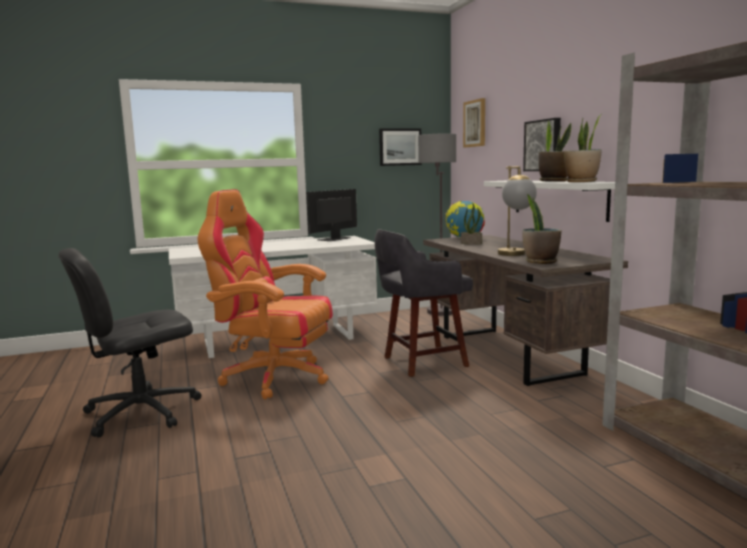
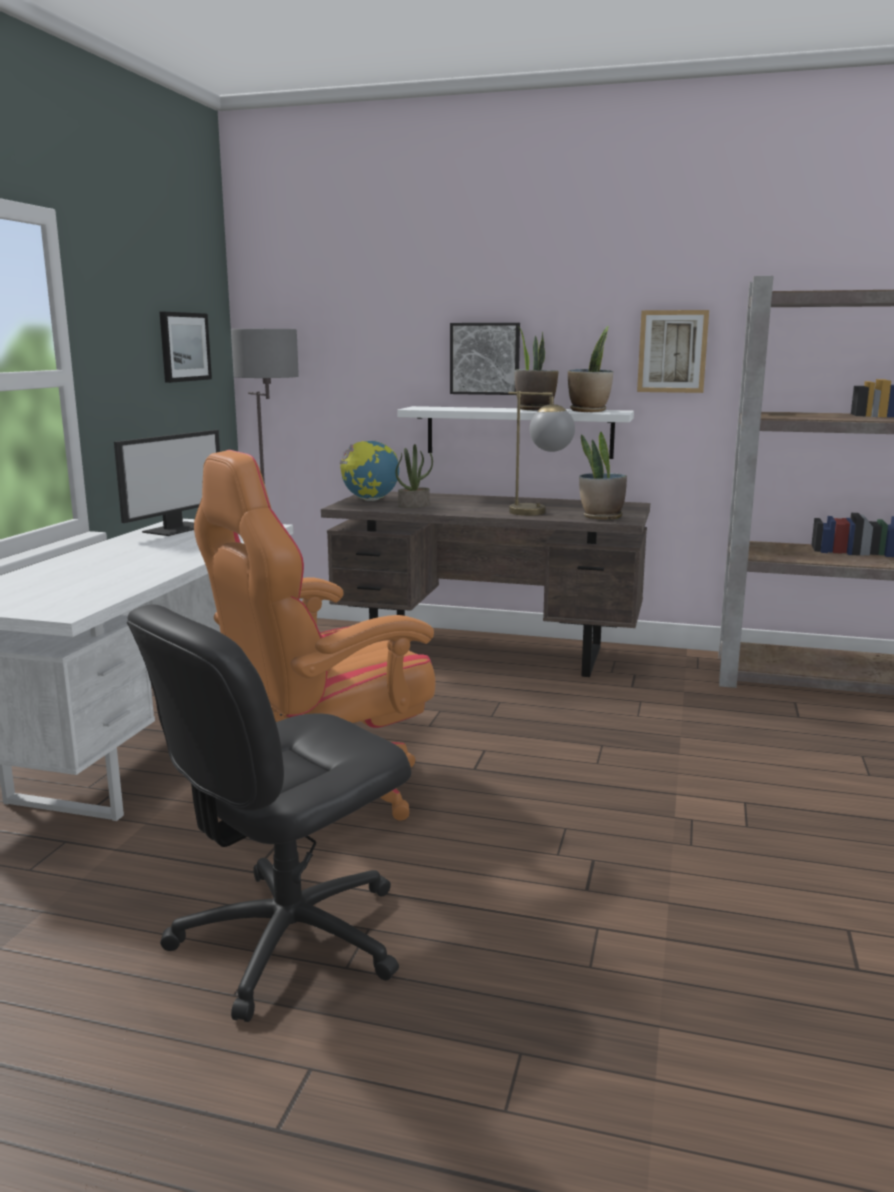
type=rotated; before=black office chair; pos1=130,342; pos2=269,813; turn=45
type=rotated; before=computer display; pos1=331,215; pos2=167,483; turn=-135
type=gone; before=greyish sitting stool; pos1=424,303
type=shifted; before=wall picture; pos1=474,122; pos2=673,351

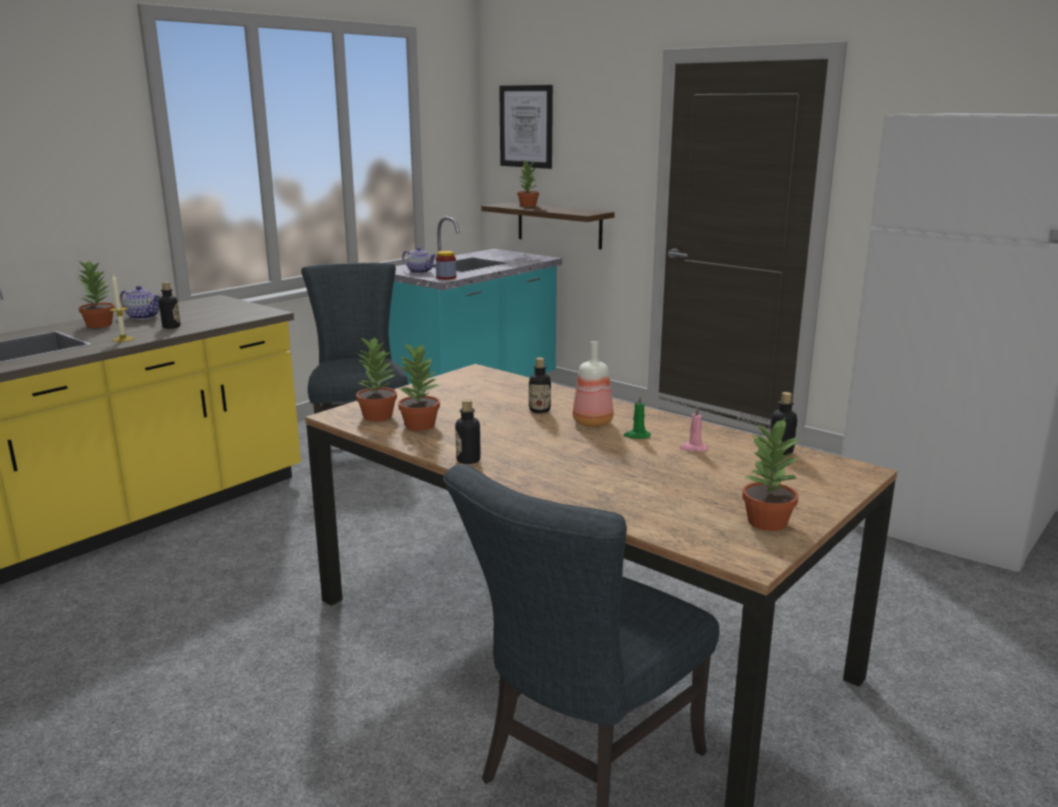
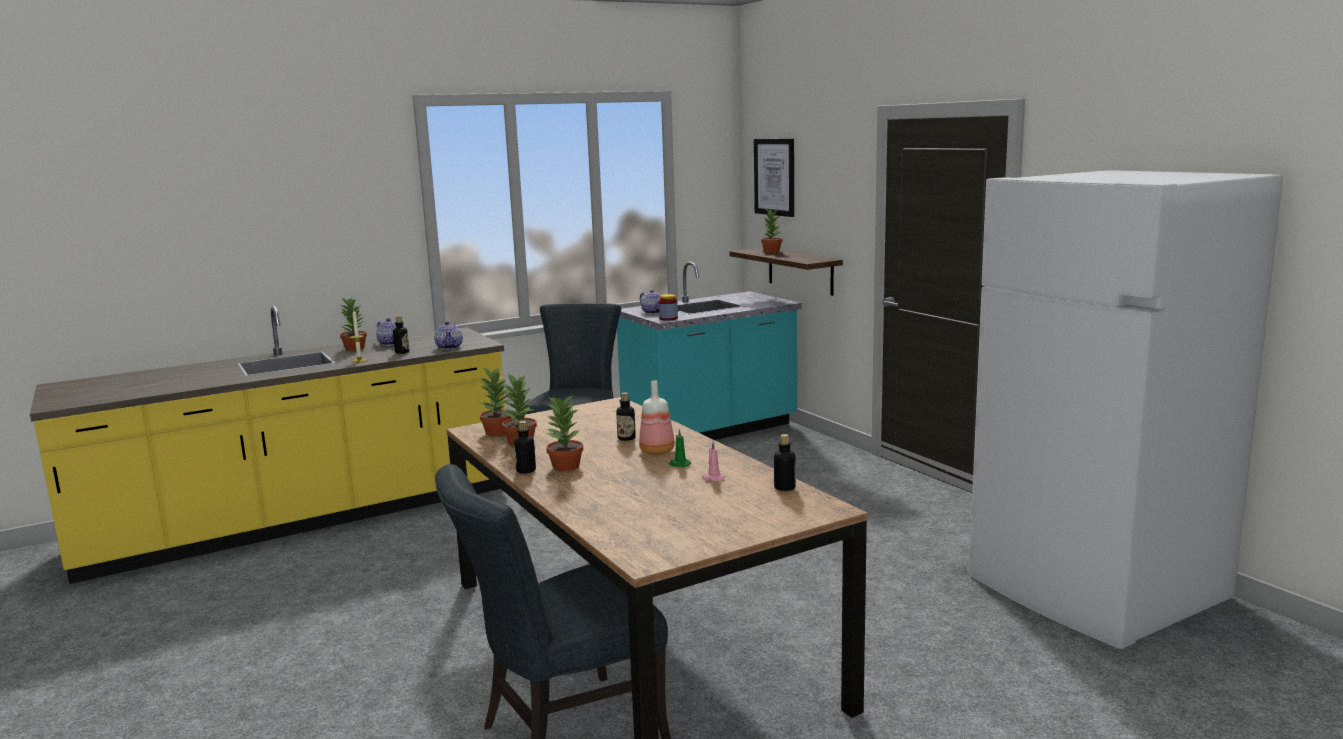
type=shifted; before=houseplant; pos1=770,474; pos2=564,433
type=new; after=tea pot; pos2=448,335

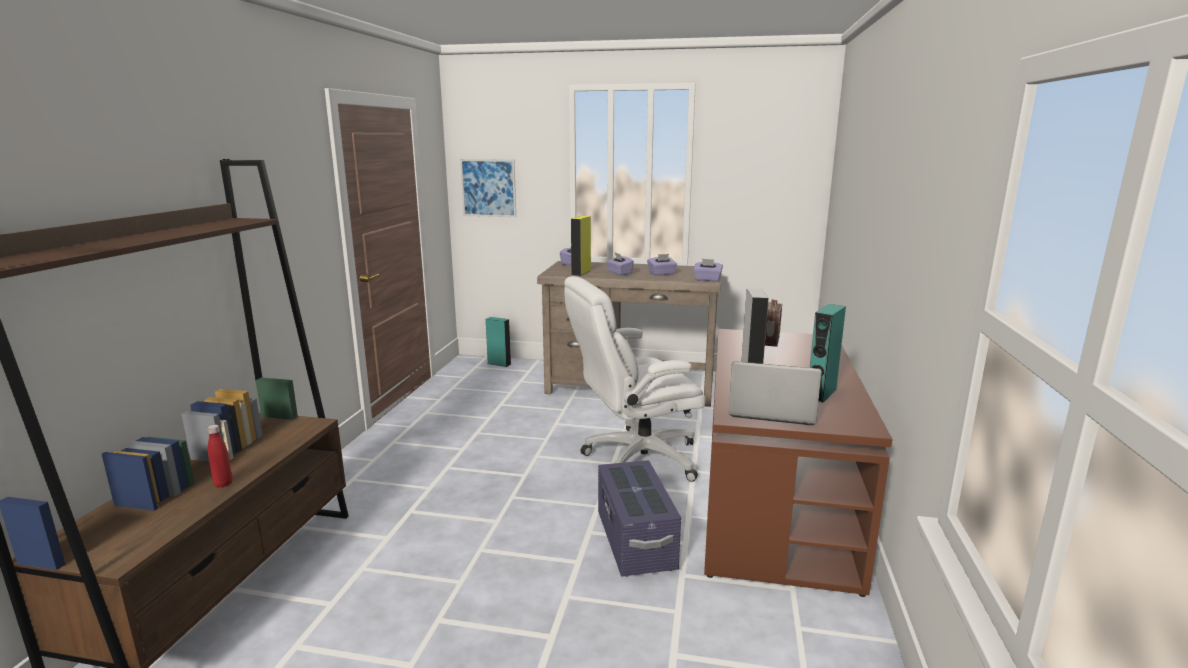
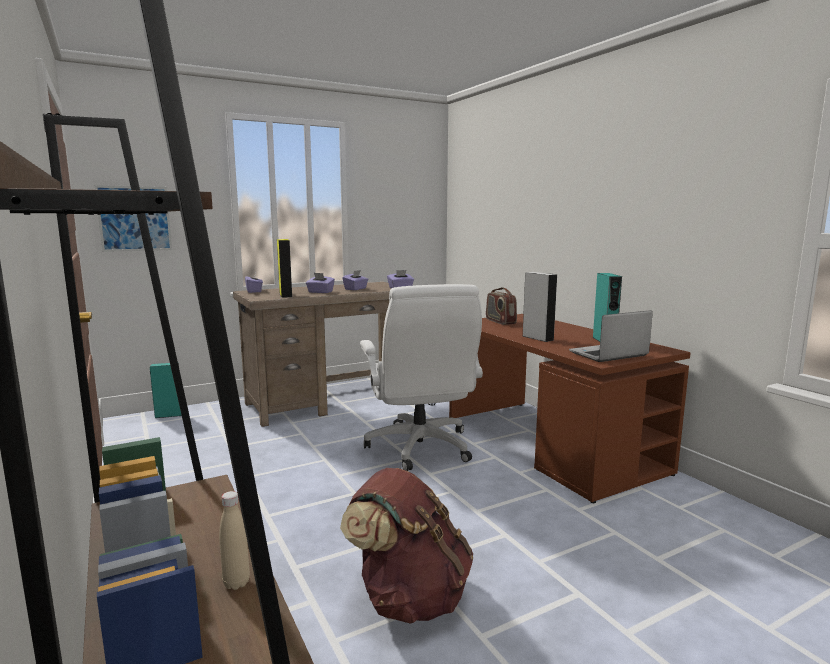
type=repainted; before=red-coloured beverage bottle; after=sand-coloured beverage bottle; pos1=220,456; pos2=234,540
type=rotated; before=white-coloured office chair; pos1=635,379; pos2=421,377; turn=-45
type=gone; before=purplish storage container; pos1=639,518
type=new; after=brown-coloured knapsack; pos2=406,546

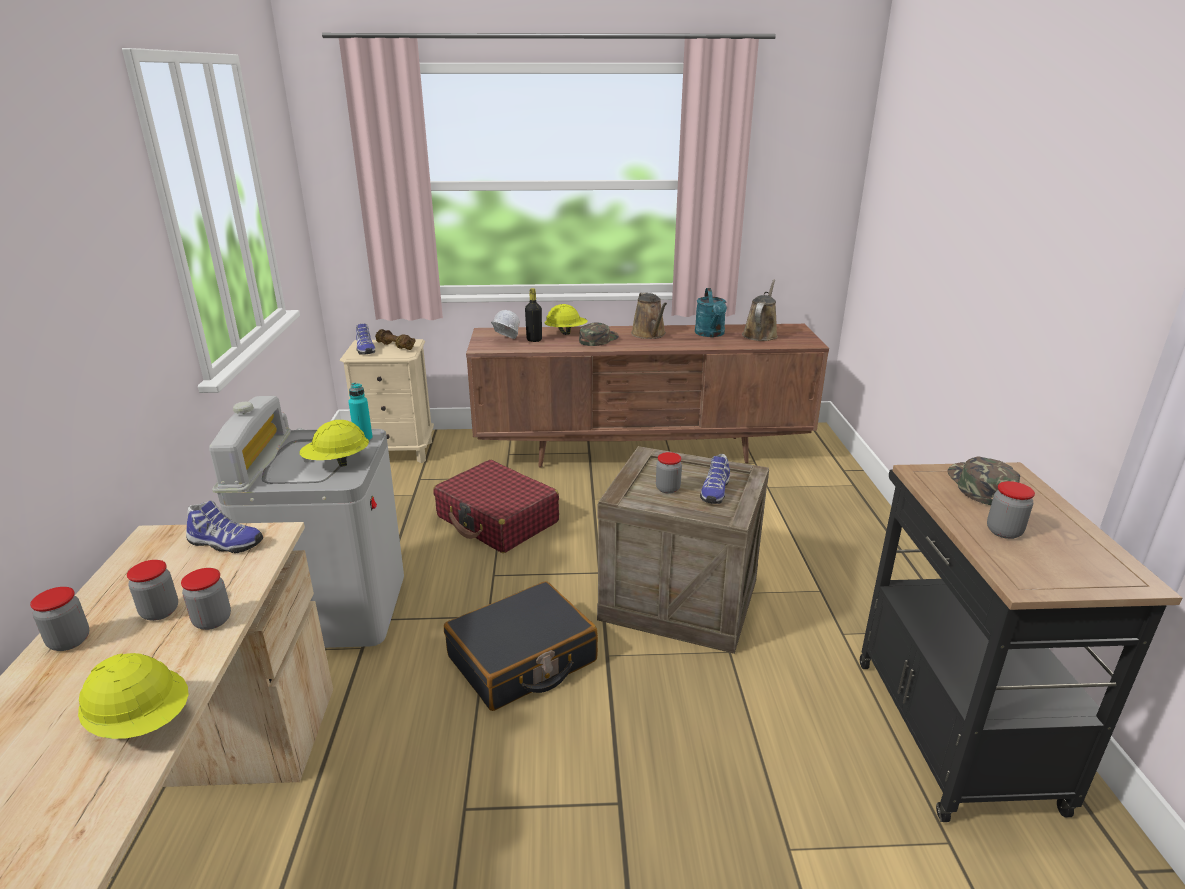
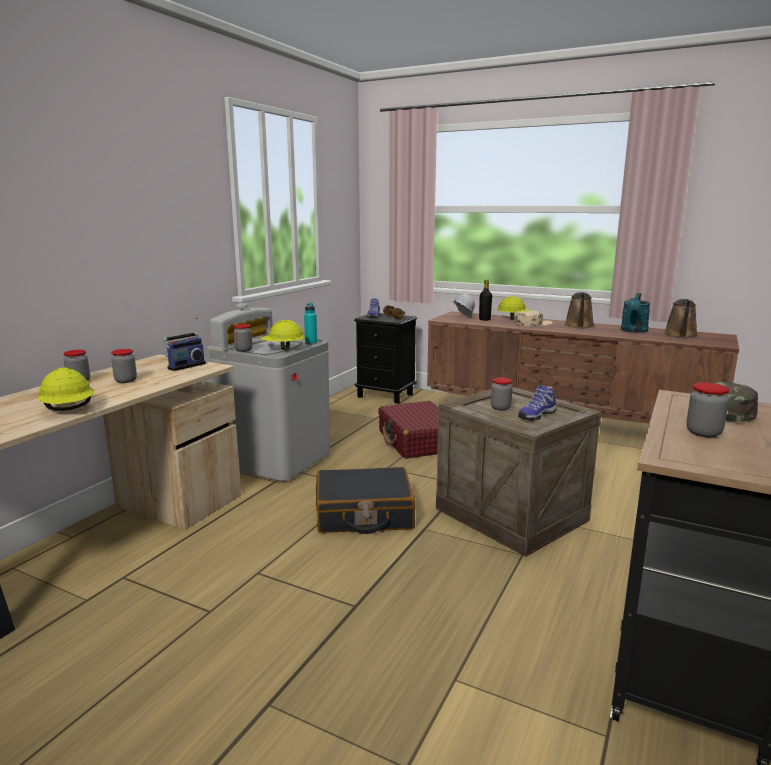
type=shifted; before=preserve jar; pos1=206,599; pos2=242,338
type=swapped; before=shoe; after=radio receiver; pos1=224,527; pos2=184,344
type=repainted; before=sand-coloured nightstand; after=black nightstand; pos1=387,401; pos2=385,358
type=repainted; before=green baseball cap; after=sand-coloured baseball cap; pos1=599,334; pos2=534,318
type=rotated; before=brown-coloured watering pot; pos1=760,310; pos2=681,318; turn=150

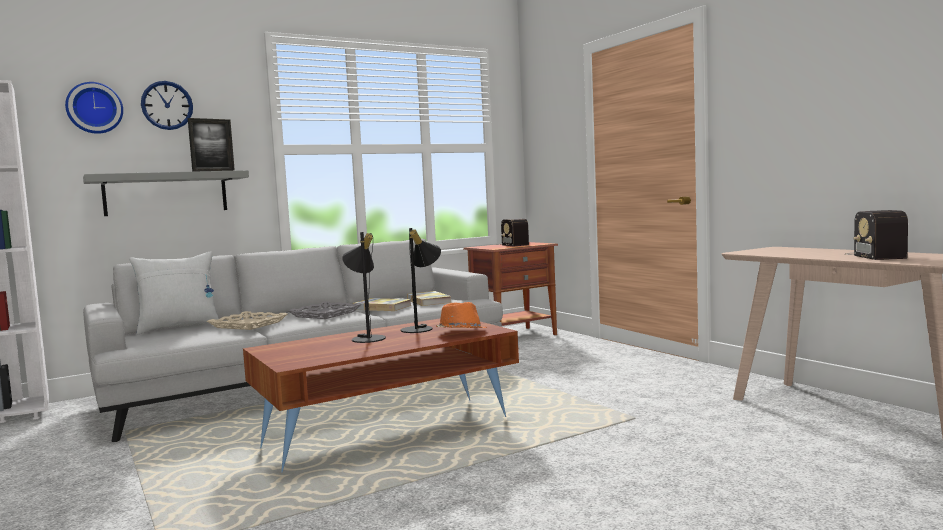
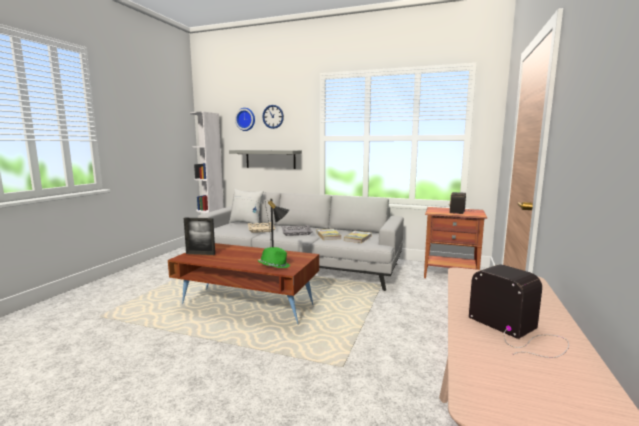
type=shifted; before=photo frame; pos1=211,145; pos2=199,236
type=gone; before=black table lamp; pos1=364,287
type=repainted; before=orangey hat; after=green hat; pos1=461,315; pos2=274,257
type=rotated; before=radio receiver; pos1=876,235; pos2=519,311; turn=90

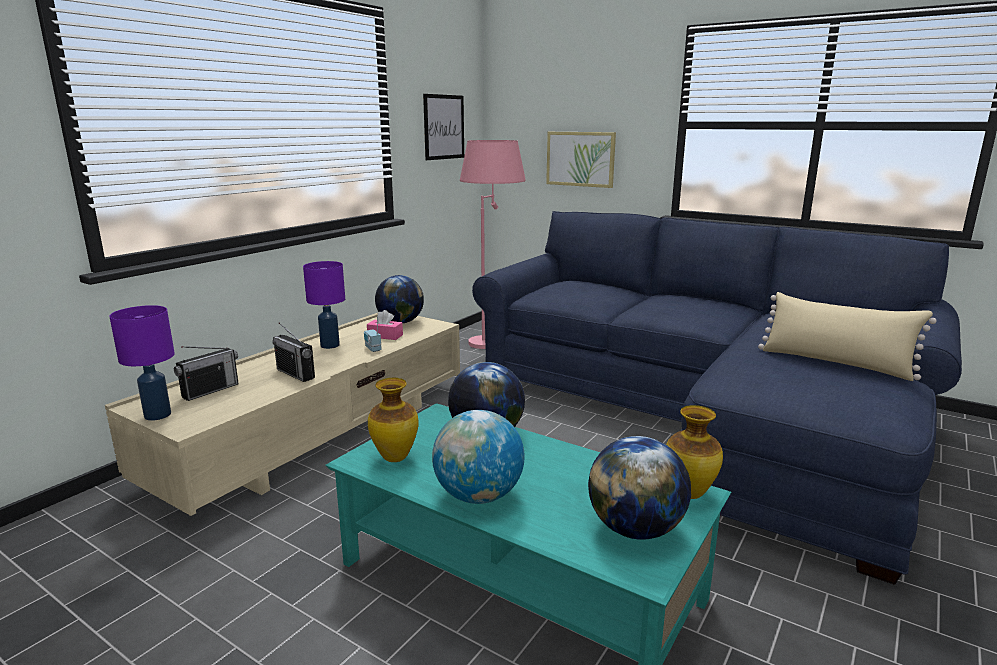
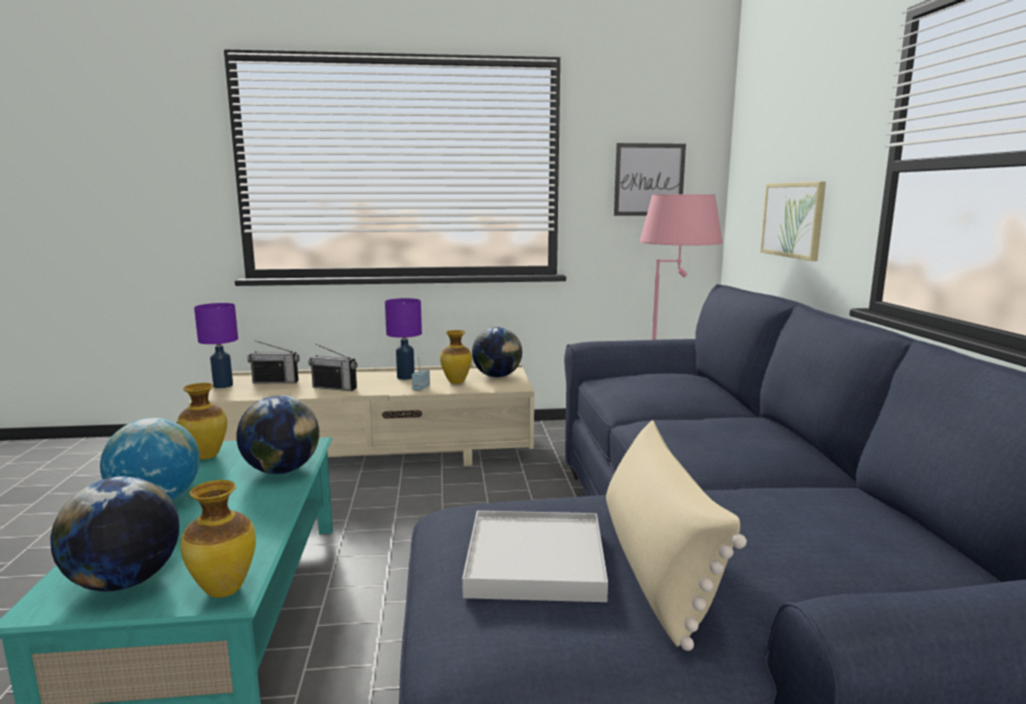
type=rotated; before=radio receiver; pos1=293,352; pos2=332,367; turn=-75
type=swapped; before=pink-coloured tissue box; after=vase; pos1=385,325; pos2=456,357
type=new; after=white-coloured tray; pos2=535,556

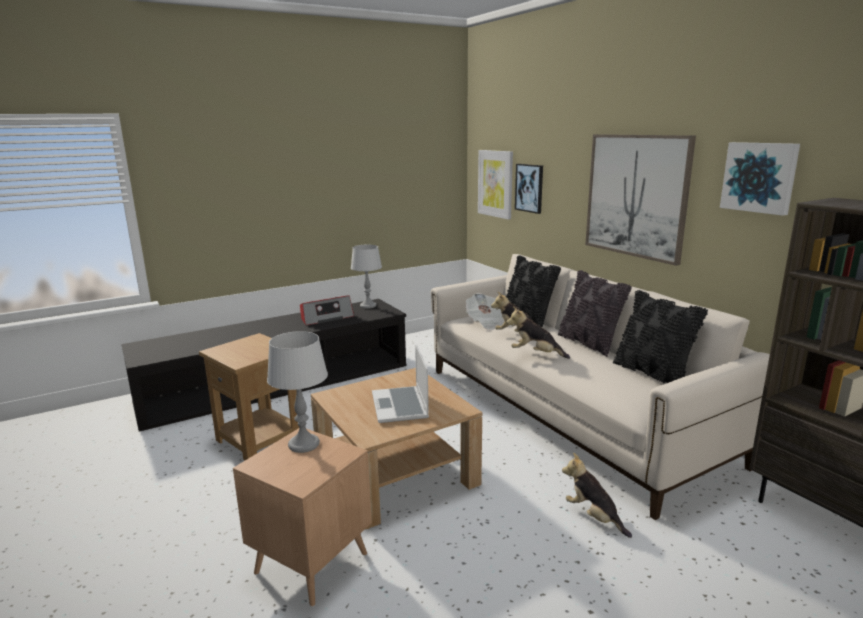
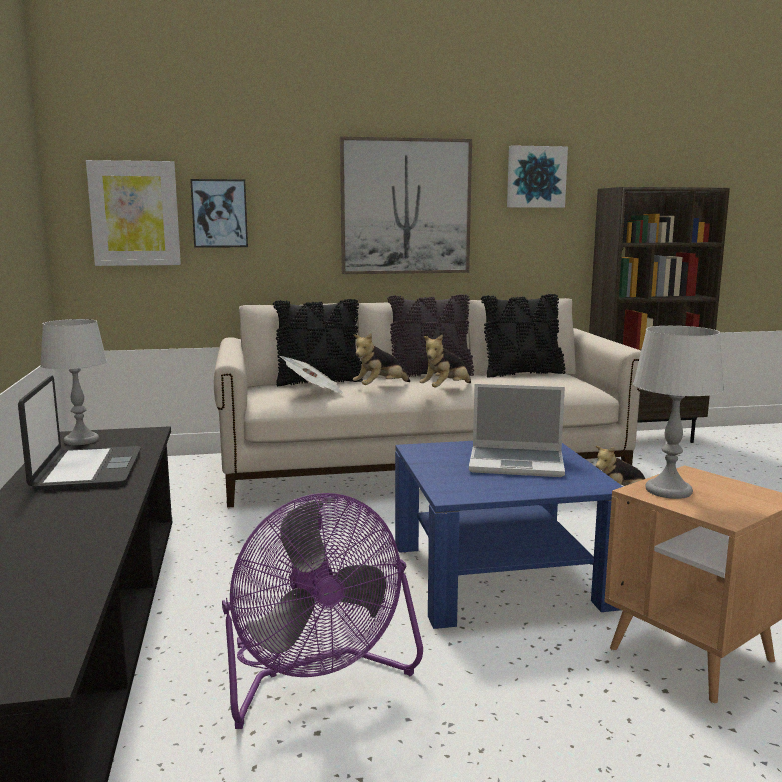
type=swapped; before=brown-coloured side table; after=purplish cooling fan; pos1=249,396; pos2=322,611
type=swapped; before=radio receiver; after=laptop; pos1=327,310; pos2=79,433
type=repainted; before=brown-coloured coffee table; after=bluish coffee table; pos1=396,449; pos2=509,535

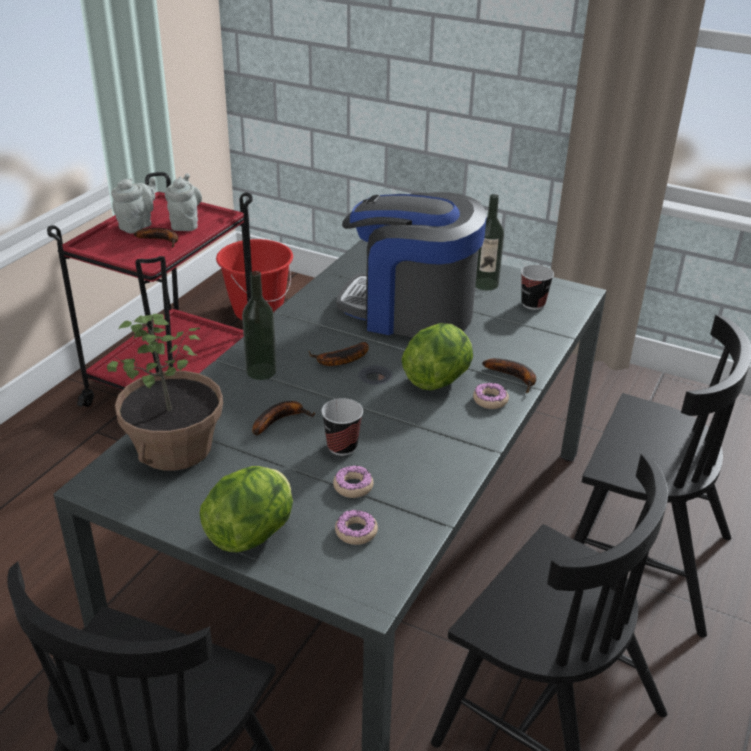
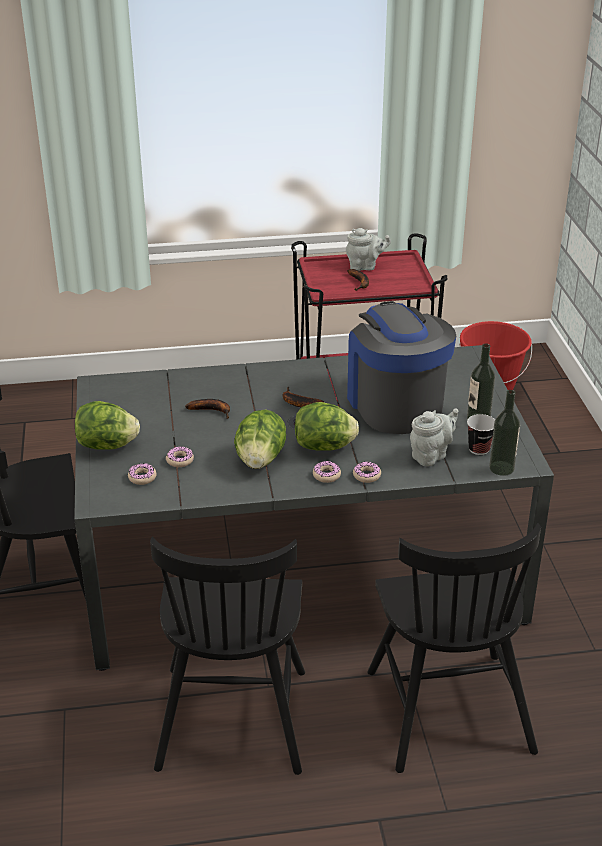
type=gone; before=houseplant; pos1=165,392
type=shifted; before=greyish tea pot; pos1=183,202; pos2=434,437
type=shifted; before=beverage bottle; pos1=259,325; pos2=504,433
type=gone; before=cup; pos1=342,427
type=swapped; before=banana fruit; after=doughnut; pos1=509,375; pos2=367,472
type=new; after=lettuce head; pos2=260,439

